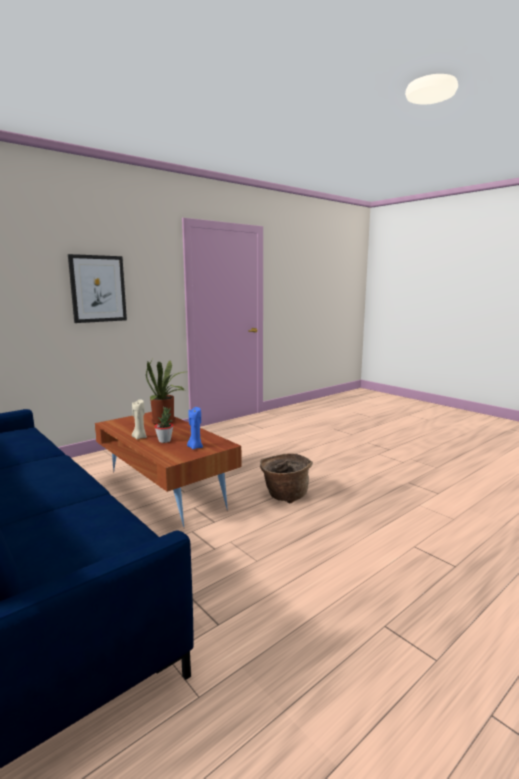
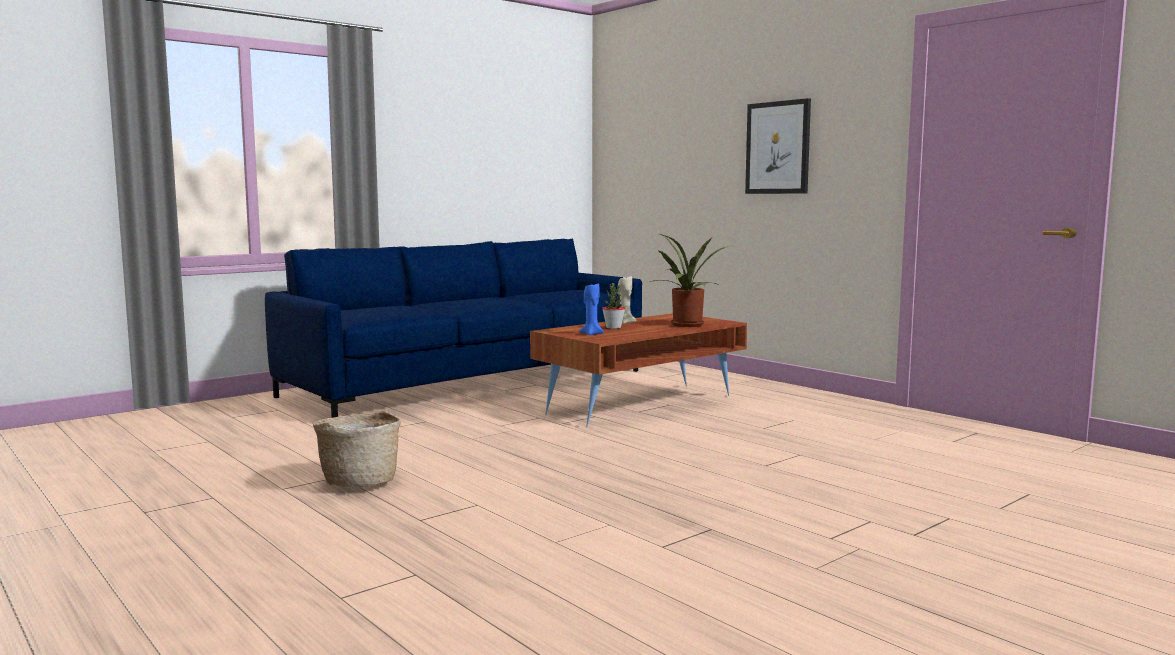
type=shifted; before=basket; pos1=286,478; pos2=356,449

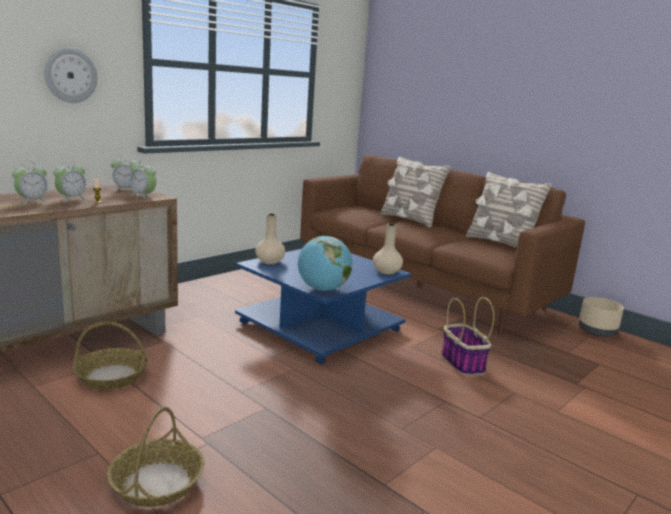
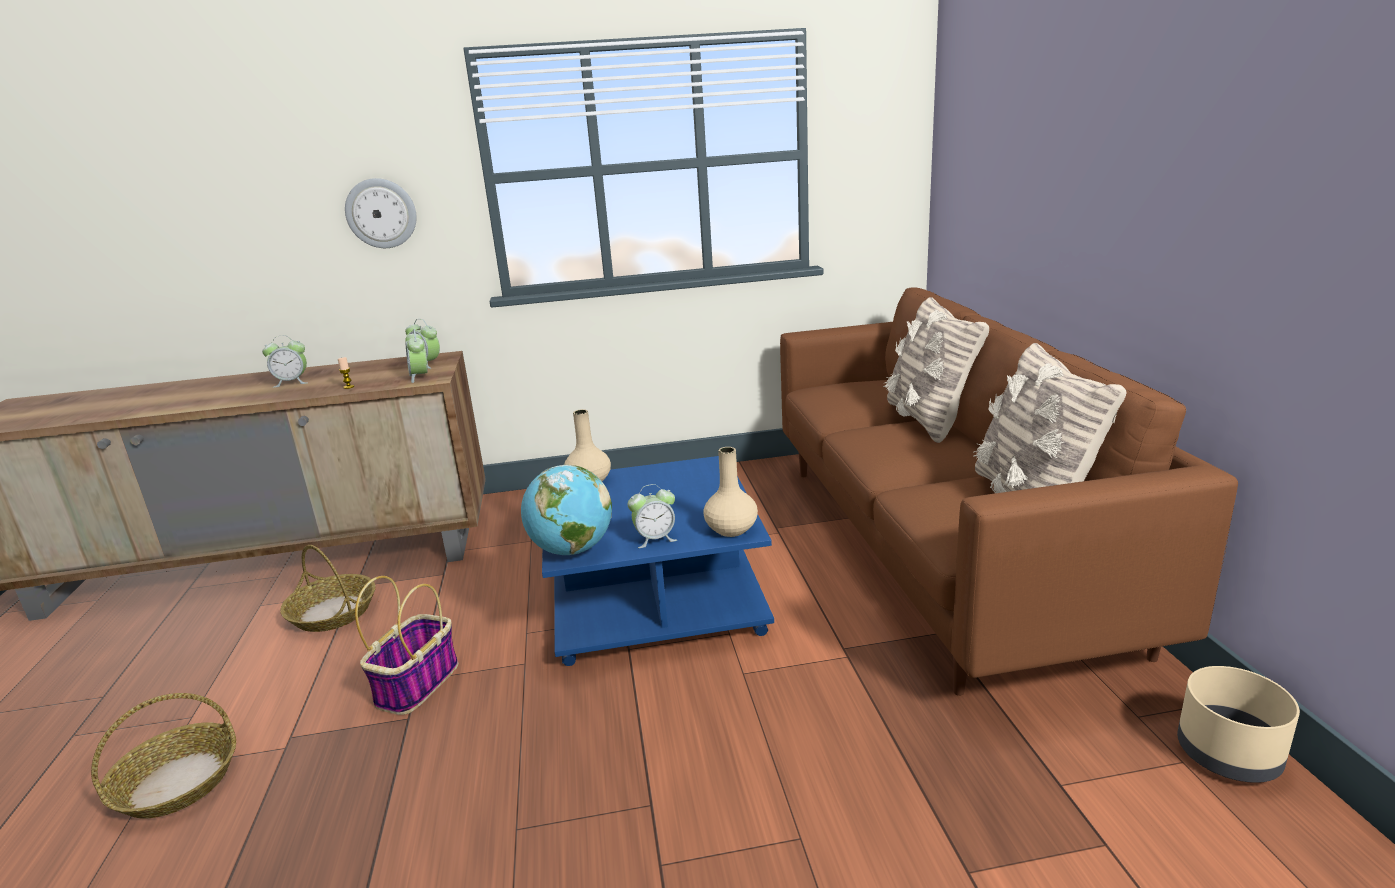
type=shifted; before=alarm clock; pos1=70,181; pos2=652,516
type=shifted; before=basket; pos1=468,336; pos2=406,645

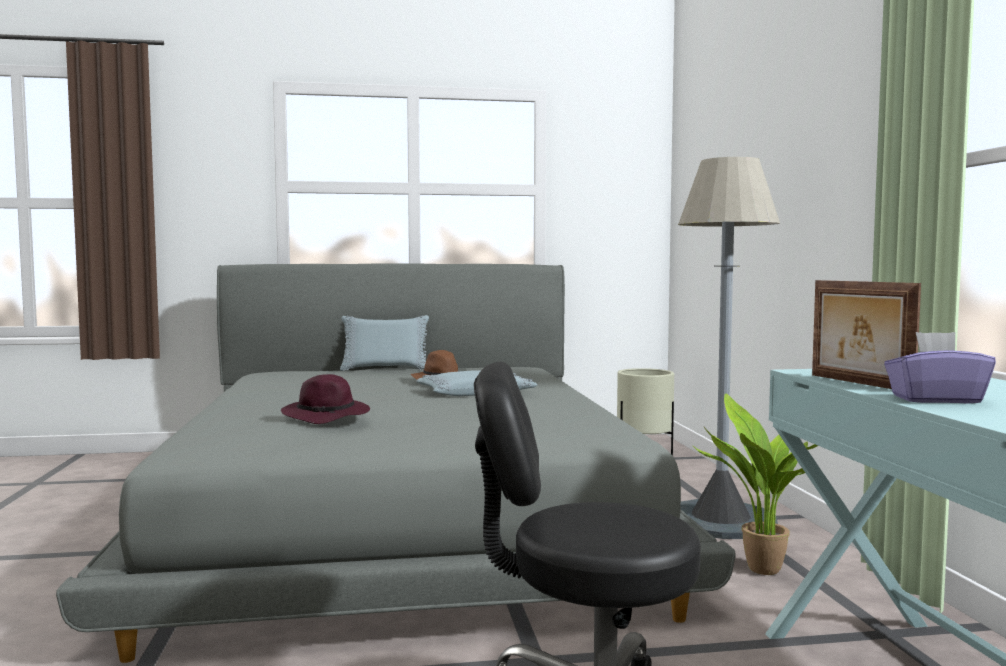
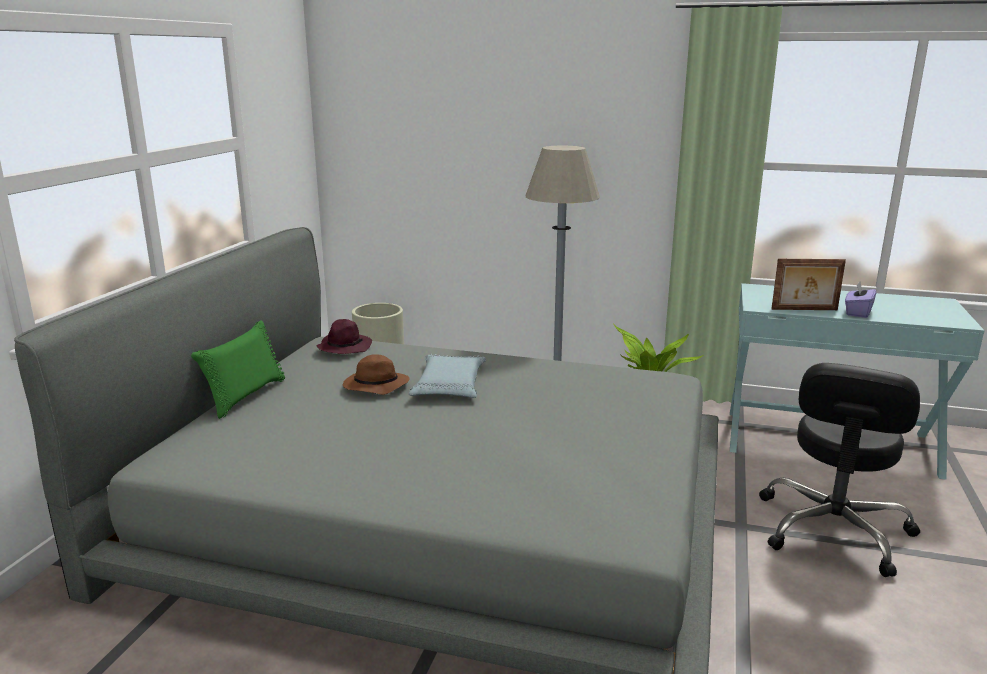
type=shifted; before=purplish hat; pos1=325,399; pos2=344,336
type=repainted; before=bluish throw pillow; after=green throw pillow; pos1=384,343; pos2=238,370

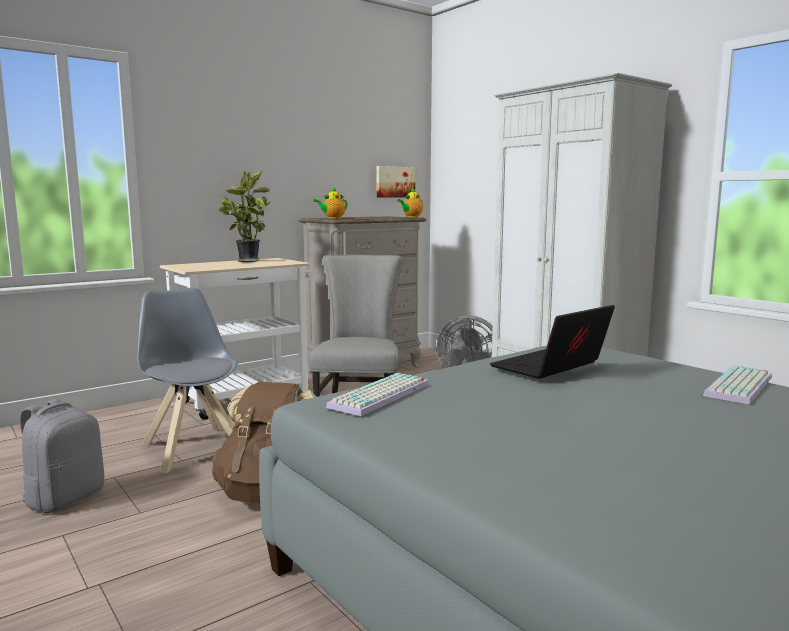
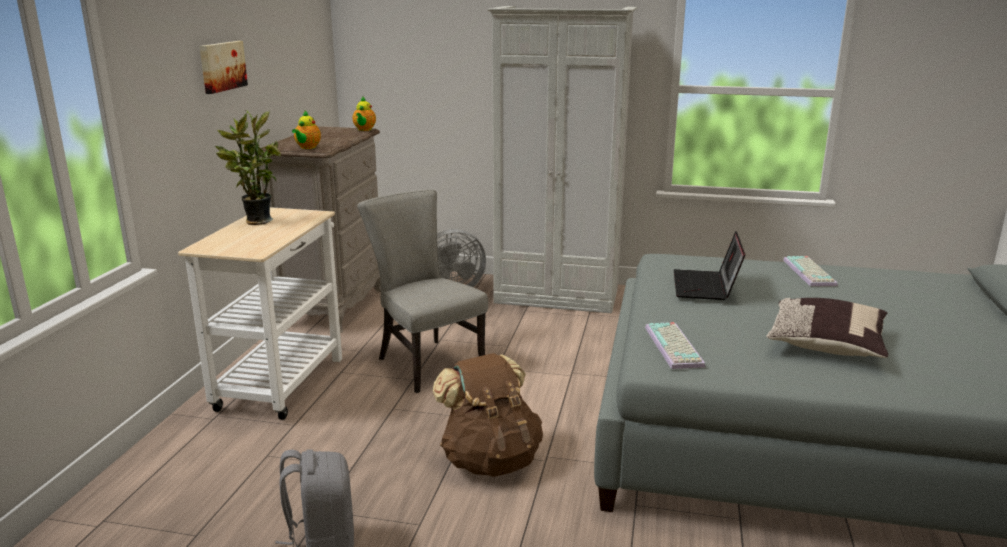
type=gone; before=greyish chair; pos1=188,381
type=shifted; before=wall picture; pos1=395,182; pos2=223,67
type=new; after=throw pillow; pos2=827,328

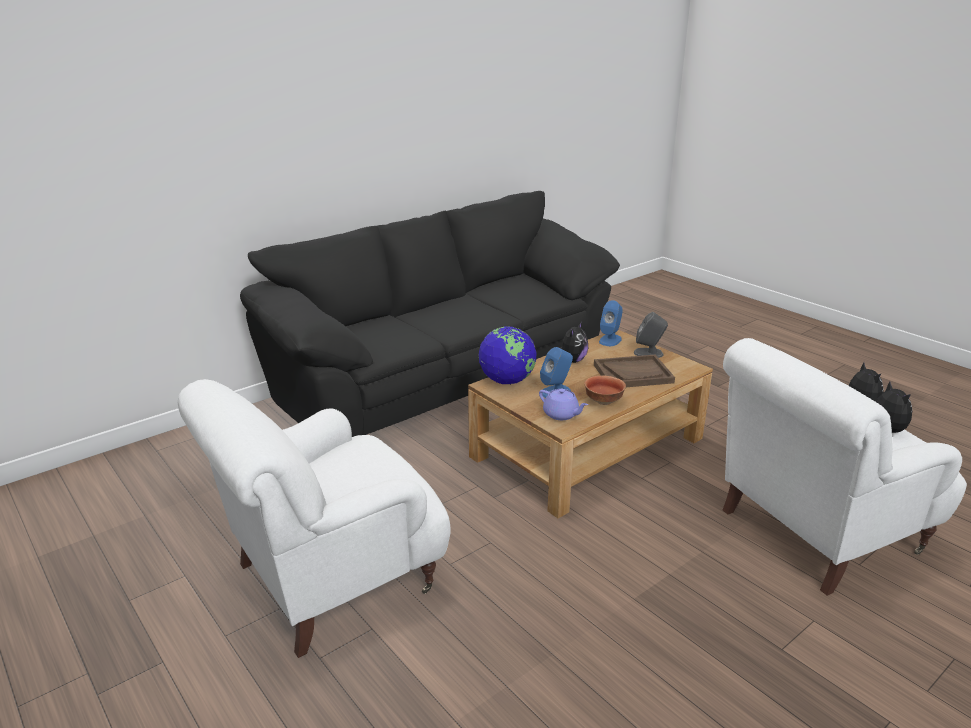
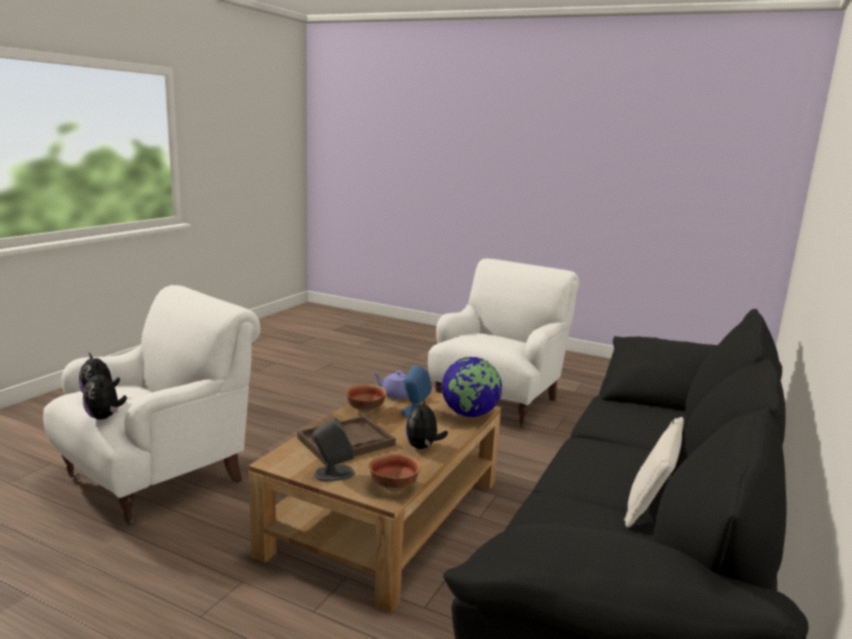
type=swapped; before=bluish speaker; after=bowl; pos1=611,323; pos2=395,472
type=new; after=white-coloured throw pillow; pos2=654,472

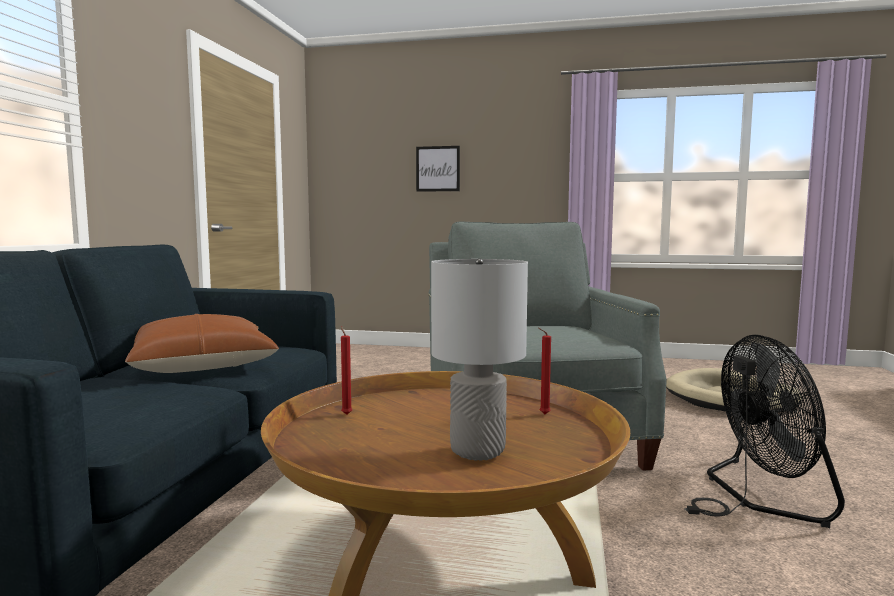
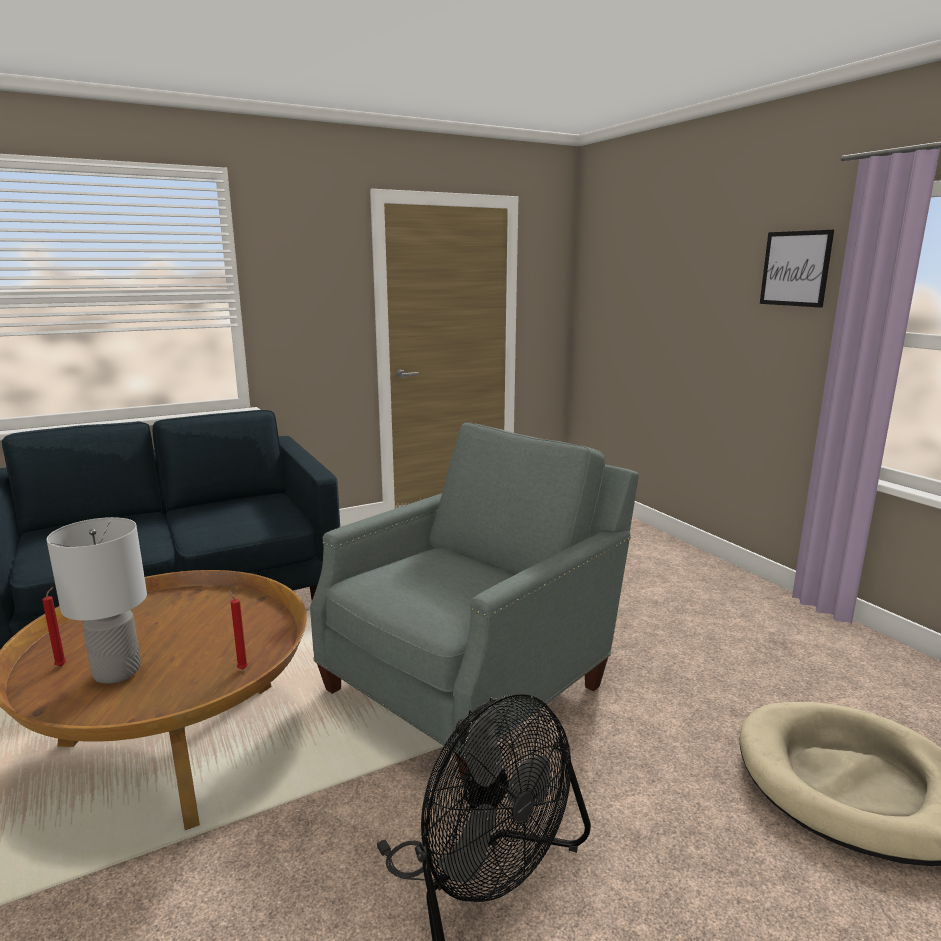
type=gone; before=brown-coloured throw pillow; pos1=202,343
type=shifted; before=red-coloured candle; pos1=346,370; pos2=54,626
type=shifted; before=wall picture; pos1=438,169; pos2=797,269

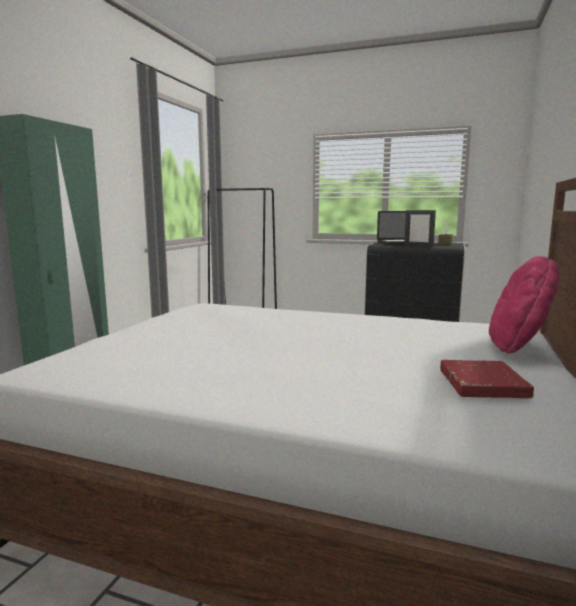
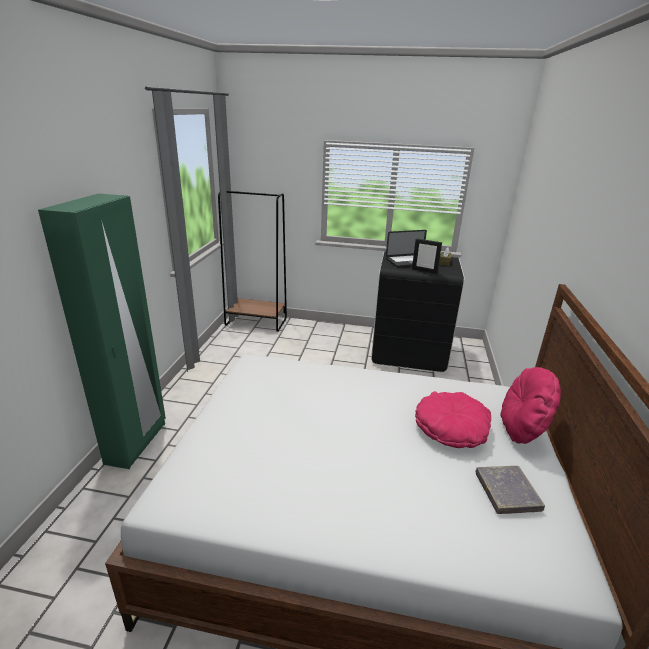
type=repainted; before=red-coloured bound book; after=greyish bound book; pos1=487,379; pos2=510,490
type=new; after=pink-coloured throw pillow; pos2=453,419

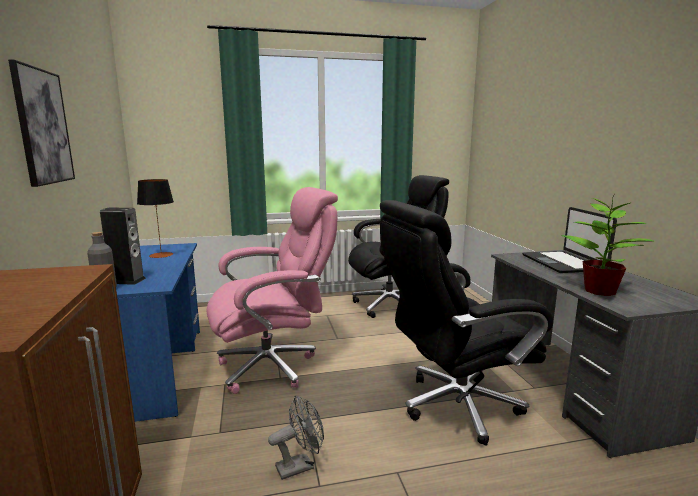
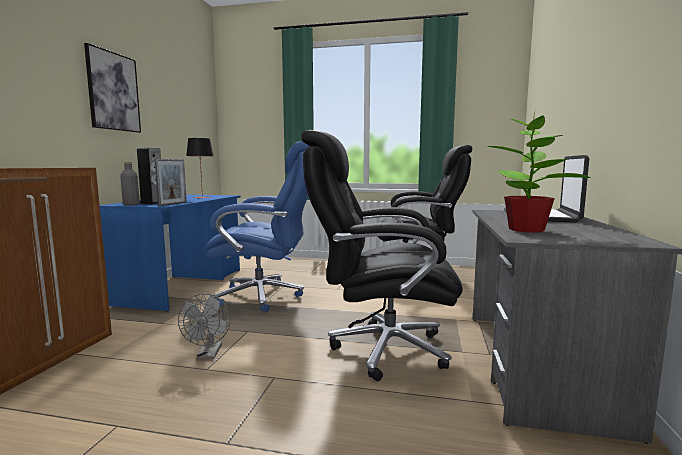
type=repainted; before=pink-coloured office chair; after=bluish office chair; pos1=272,290; pos2=258,226
type=rotated; before=greyish cooling fan; pos1=296,437; pos2=204,326; turn=90
type=new; after=photo frame; pos2=171,182

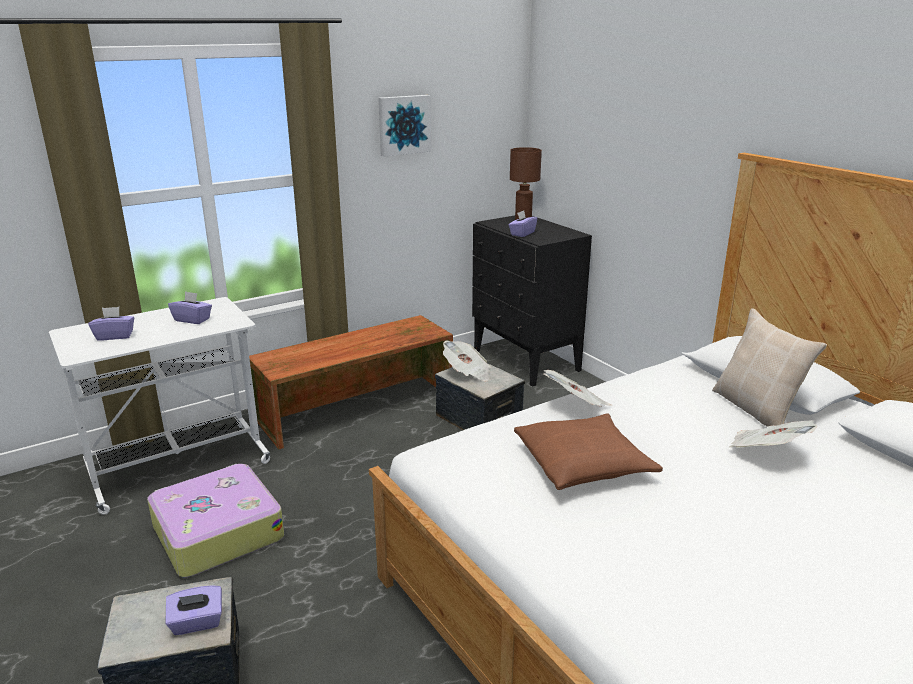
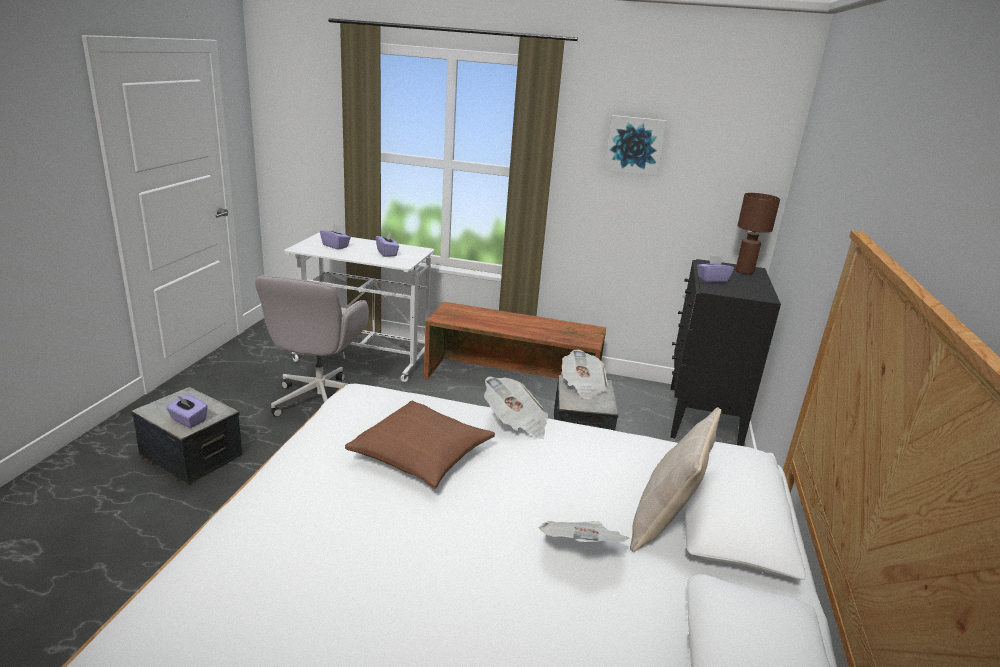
type=swapped; before=suitcase; after=greyish office chair; pos1=215,520; pos2=312,346

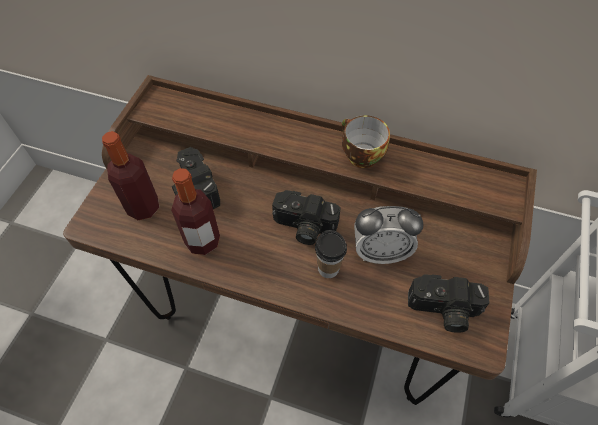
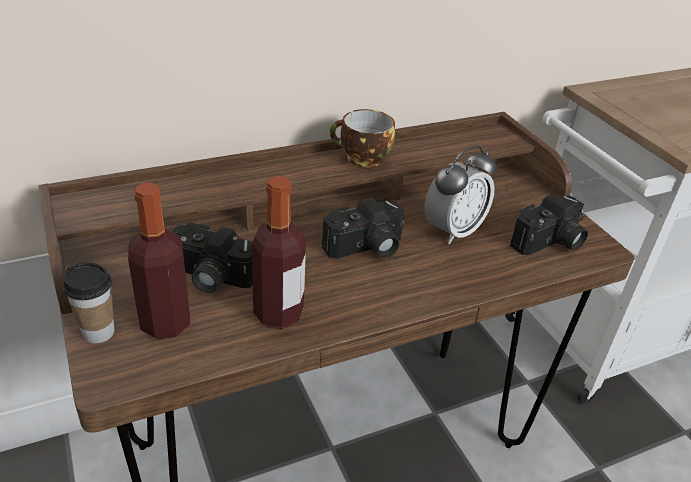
type=shifted; before=cup; pos1=331,254; pos2=89,302

